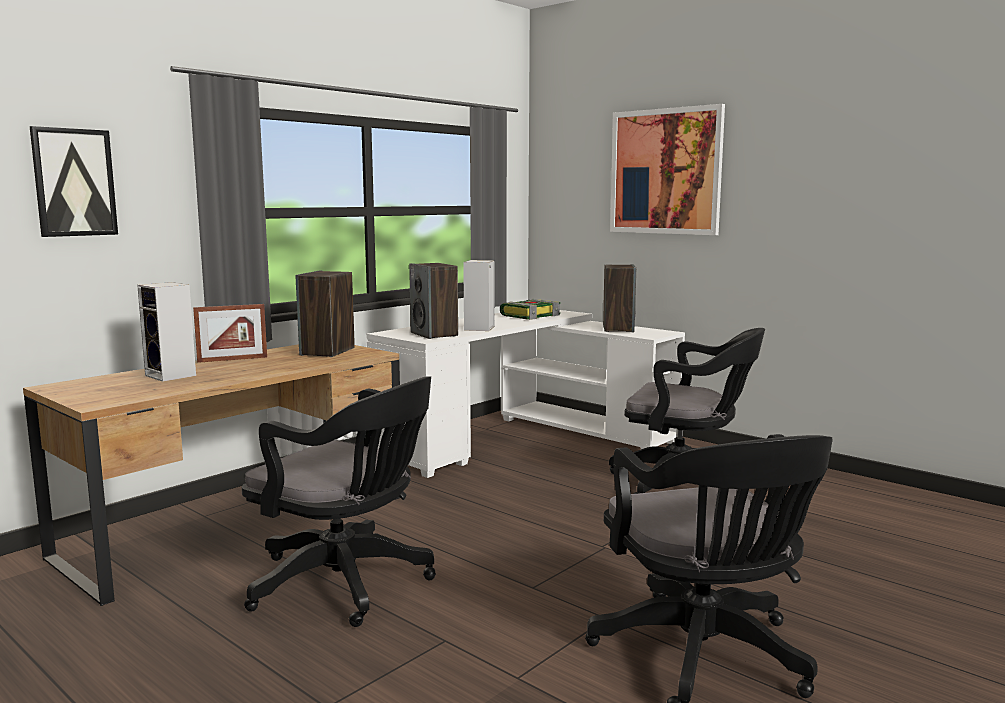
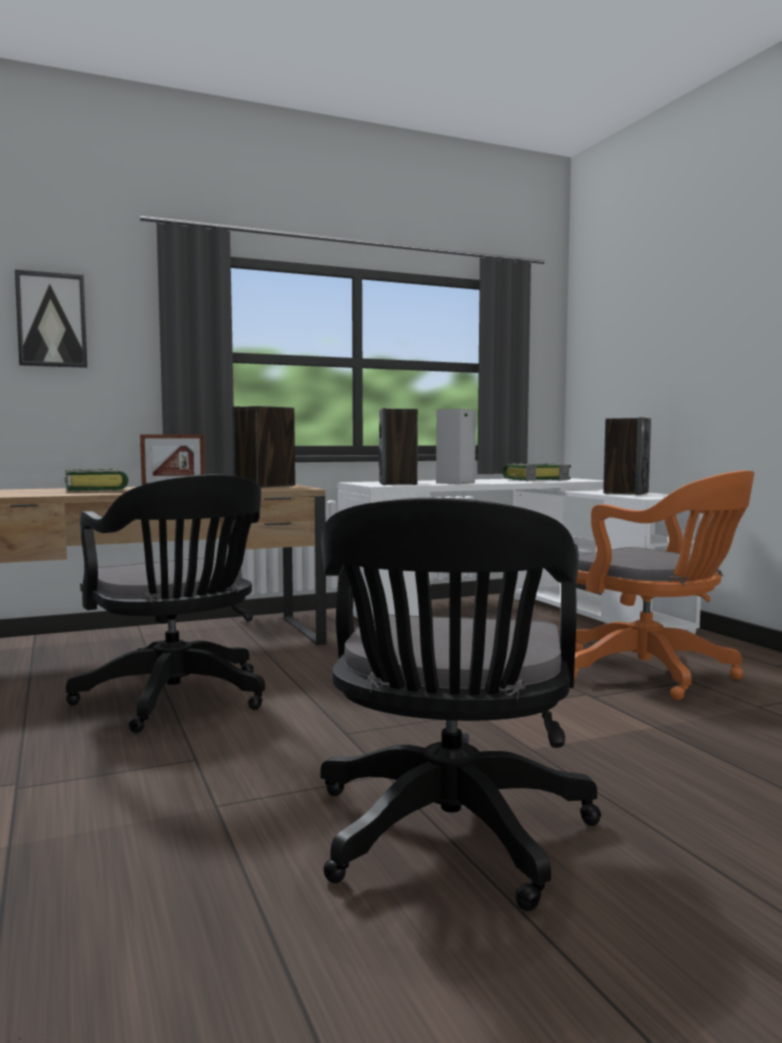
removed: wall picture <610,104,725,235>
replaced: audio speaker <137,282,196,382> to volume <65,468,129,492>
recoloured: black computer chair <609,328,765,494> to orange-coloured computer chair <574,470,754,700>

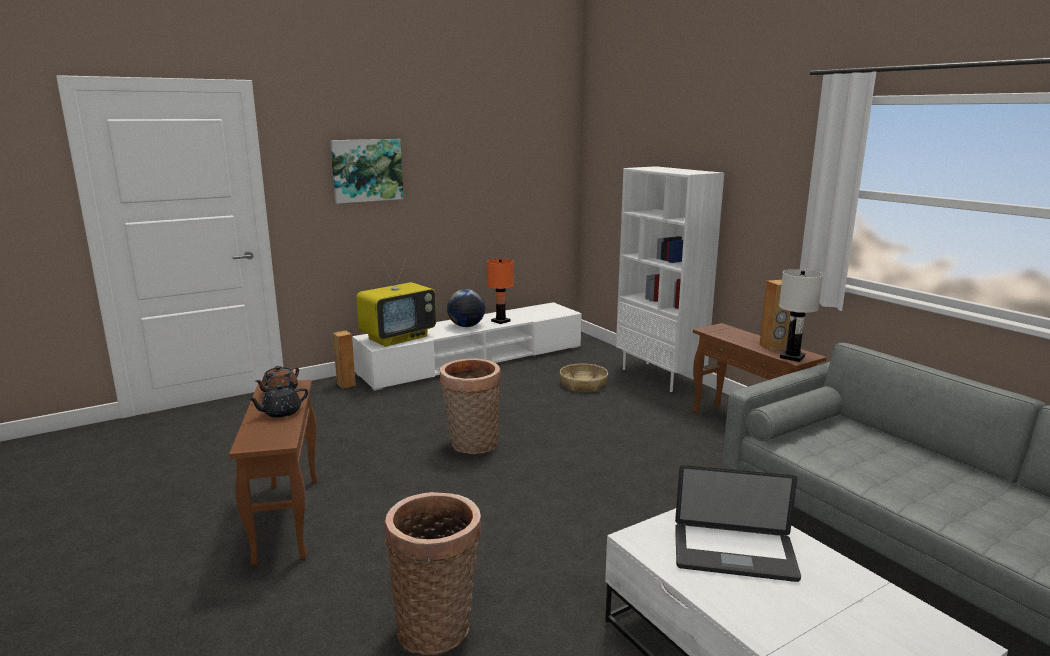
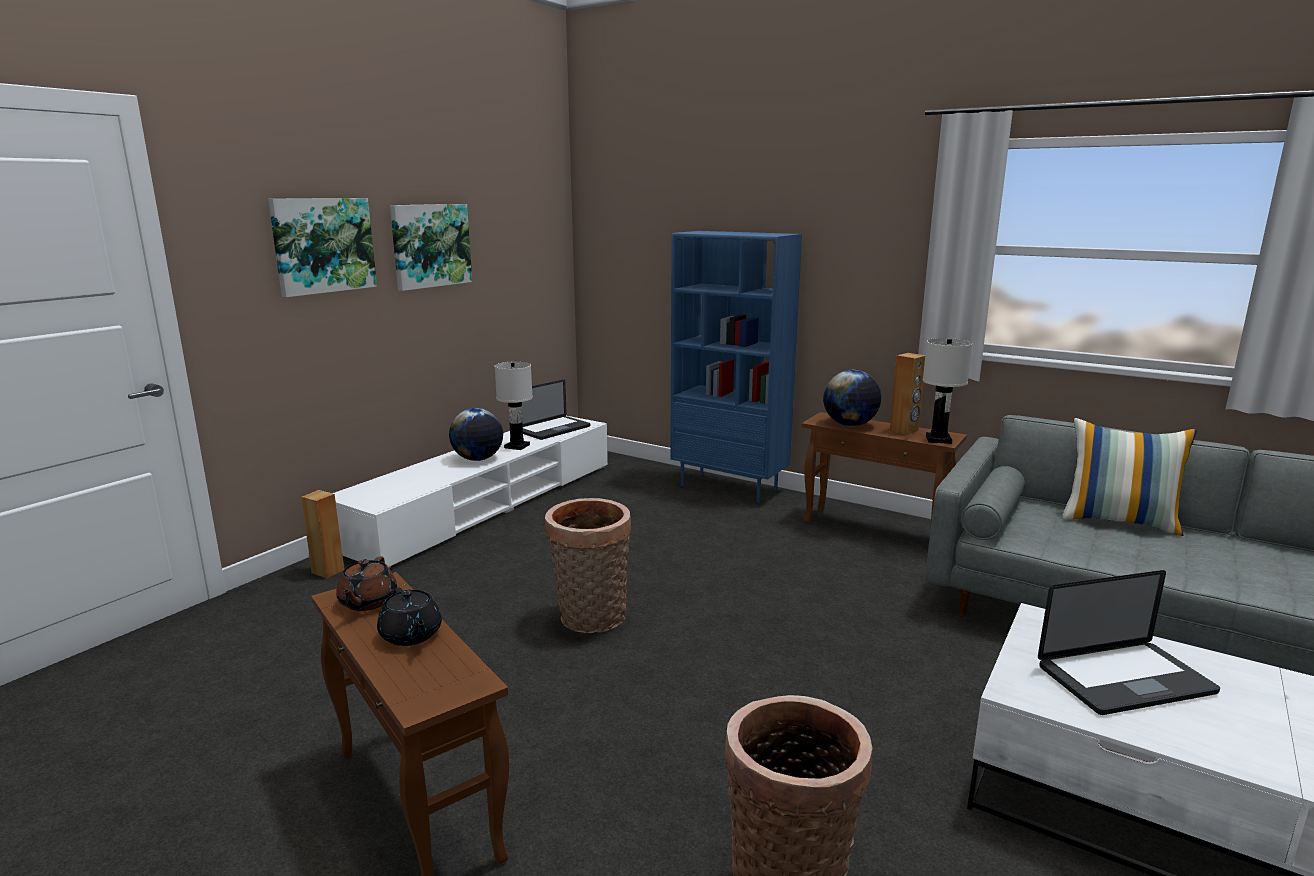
removed: TV <356,258,436,347>; basket <560,363,608,392>
added: wall picture <390,204,472,291>; laptop <522,380,590,440>; desk globe <823,370,881,426>; pillow <1062,418,1197,536>
recoloured: orange-coloured table lamp <487,258,514,324> to white table lamp <494,361,533,450>; white bookshelf <616,166,724,392> to blue-coloured bookshelf <670,231,802,503>
turned: black pot for tea <247,385,308,418> = <377,587,442,646> 60 degrees counterclockwise

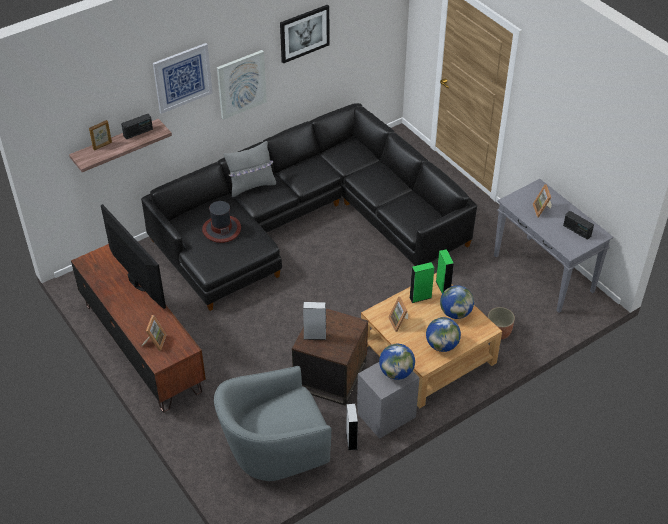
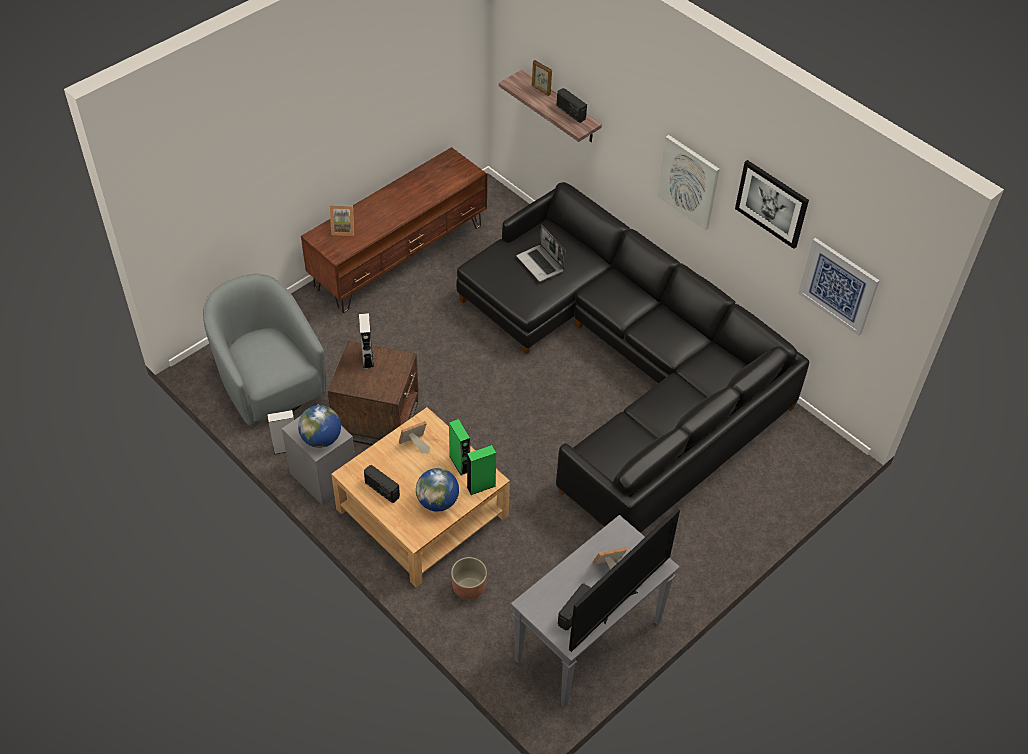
removed: grey pillow <224,141,276,197>
moved: TV <101,204,166,309> to <569,508,680,652>; wall picture <153,43,212,114> to <798,238,880,336>
replaced: clothing hat <202,201,241,243> to laptop <516,225,566,282>; desk globe <426,317,461,352> to radio receiver <364,465,400,503>

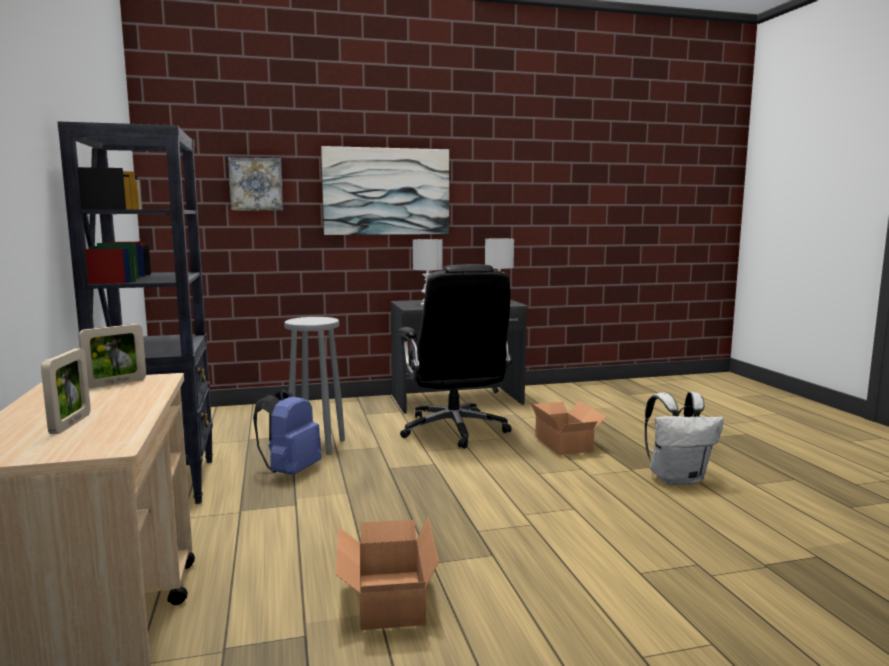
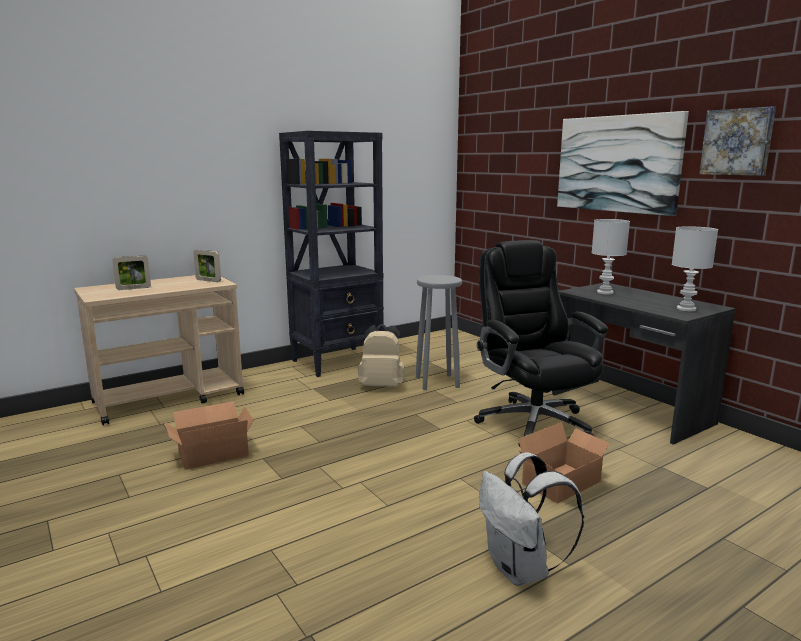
moved: wall picture <228,157,283,210> to <699,106,776,176>
recoloured: blue-coloured backpack <253,390,322,475> to beige-coloured backpack <358,324,404,387>
turned: black computer chair <398,264,512,449> = <474,240,608,447> 105 degrees clockwise

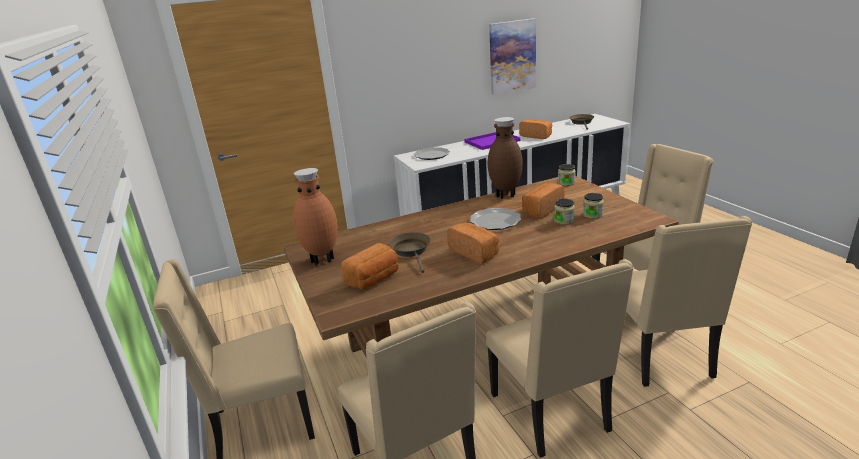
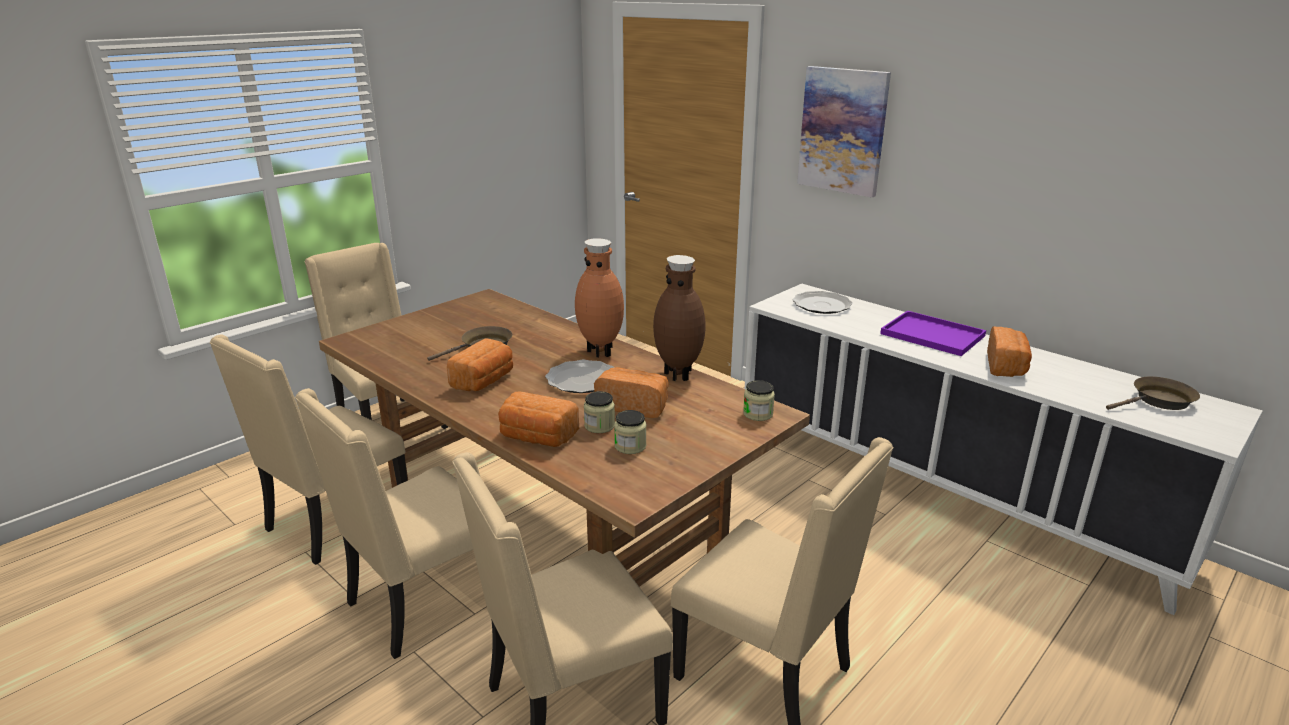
moved: brown-coloured flower vase <293,168,338,265> to <575,238,624,358>; bread <341,243,399,289> to <498,392,579,447>; wall picture <489,18,536,95> to <797,66,891,197>

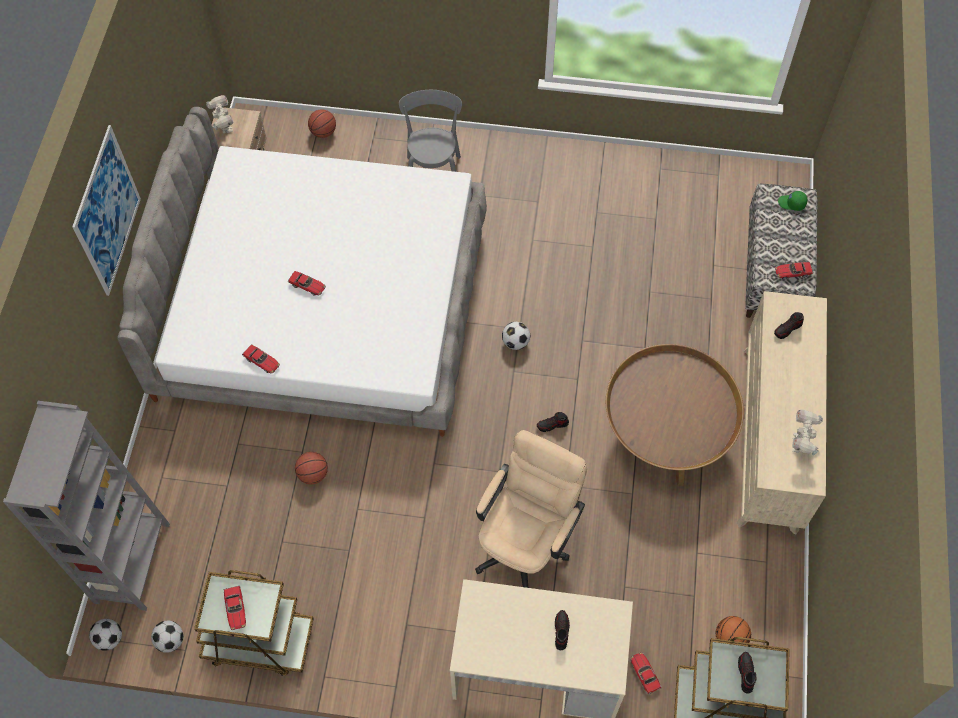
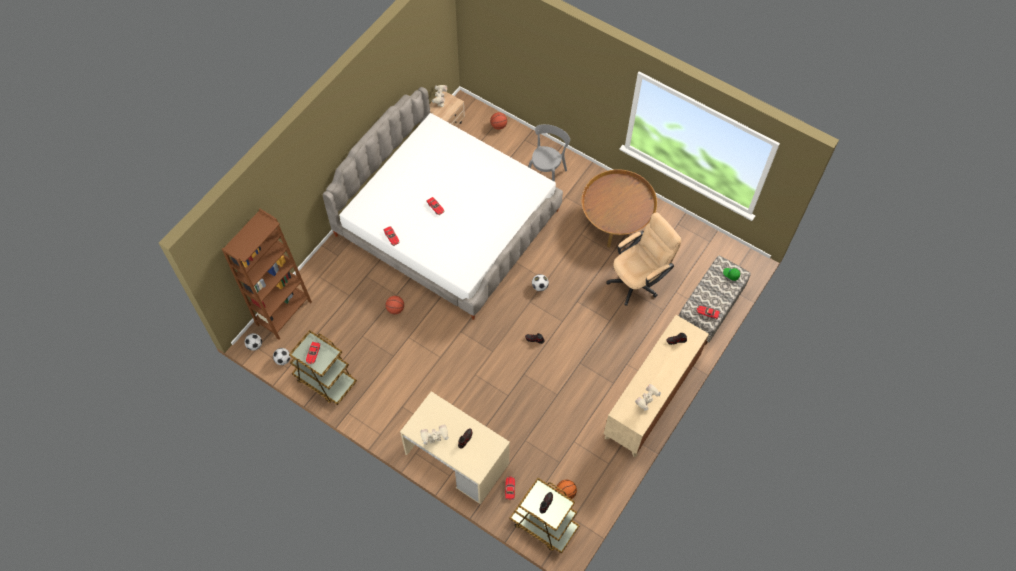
removed: wall picture <72,125,141,296>
added: model robot <421,425,449,445>
moved: beige-coloured computer chair <475,430,587,588> to <607,212,682,306>; brown-coloured lounge table <606,344,744,486> to <581,169,657,247>
recoloured: grey bookshelf <3,401,170,611> to brown-coloured bookshelf <222,209,312,340>

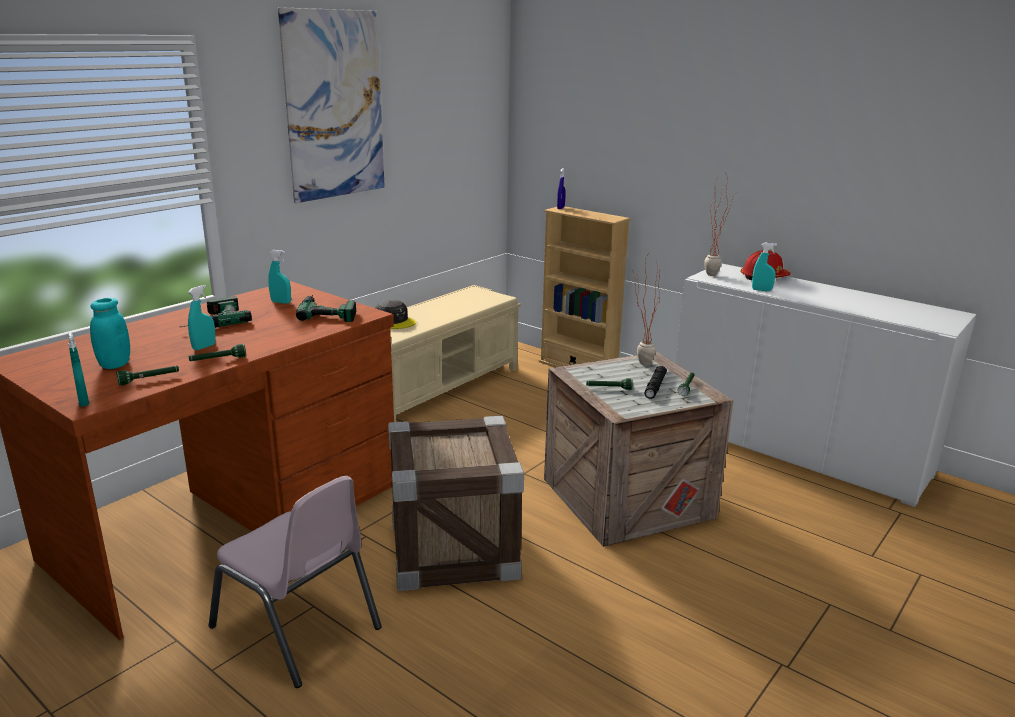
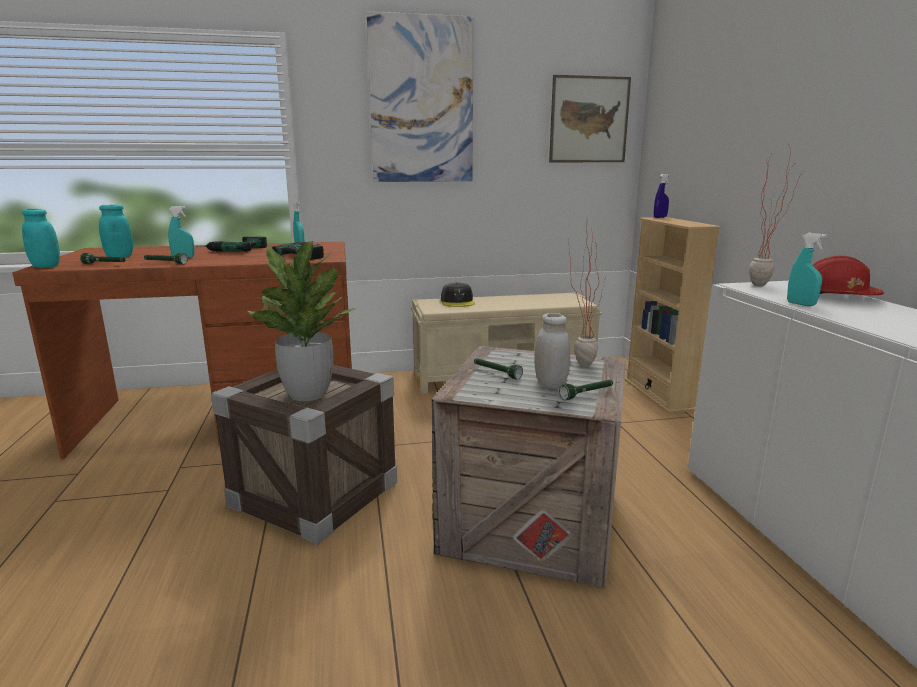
removed: pink-coloured upright chair <209,476,382,688>
added: plant in a pot <247,241,355,401>; wall picture <549,75,631,162>
replaced: turquoise-coloured sprayer <68,332,89,407> to turquoise-coloured jar <22,209,60,268>; black flashlight <644,366,667,399> to white jar <535,313,570,389>

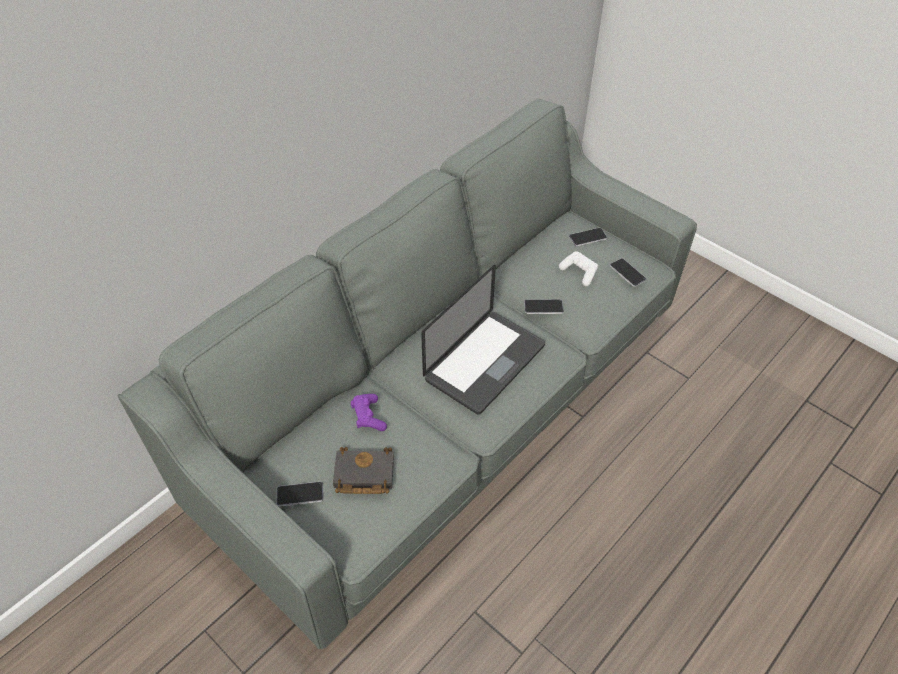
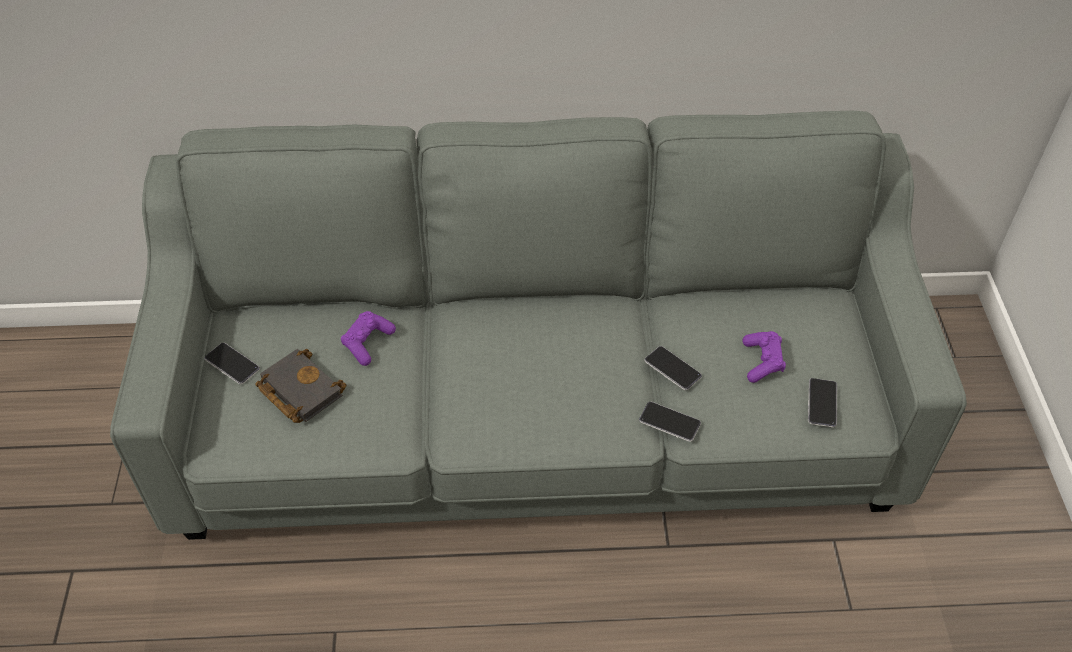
removed: laptop <421,265,545,414>
moved: telephone <569,228,607,247> to <639,401,701,442>
recoloured: white joypad <559,251,598,286> to purple joypad <742,331,786,383>

